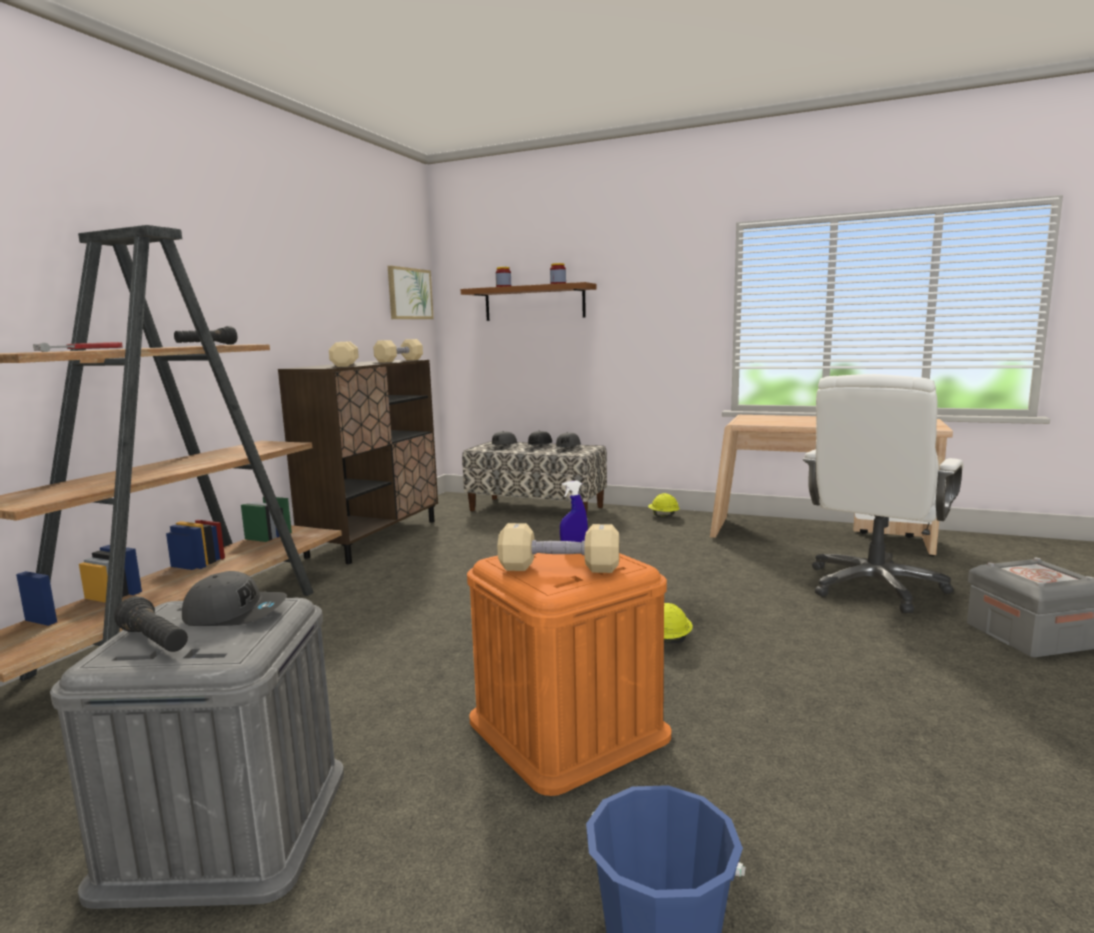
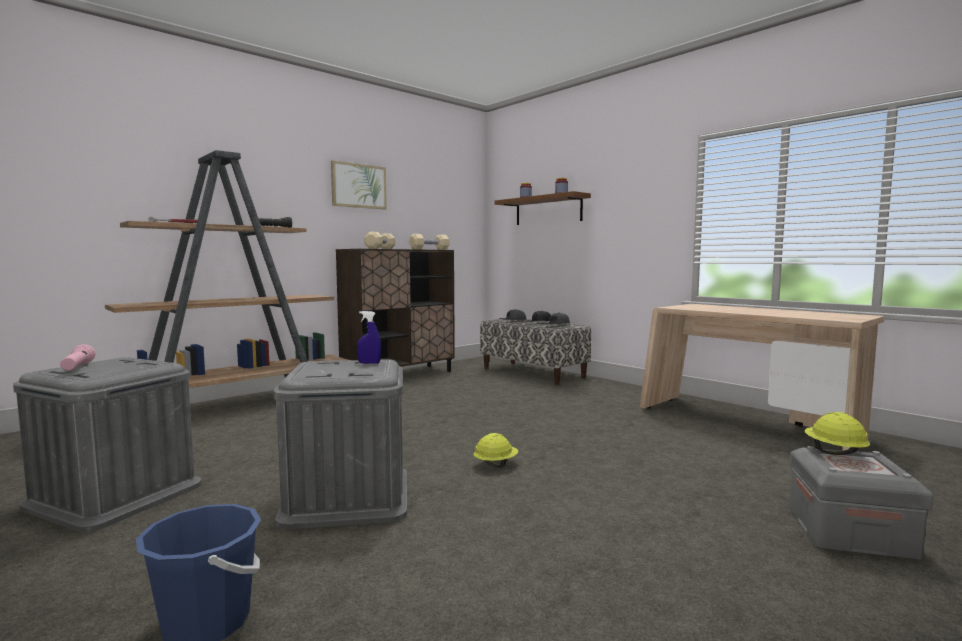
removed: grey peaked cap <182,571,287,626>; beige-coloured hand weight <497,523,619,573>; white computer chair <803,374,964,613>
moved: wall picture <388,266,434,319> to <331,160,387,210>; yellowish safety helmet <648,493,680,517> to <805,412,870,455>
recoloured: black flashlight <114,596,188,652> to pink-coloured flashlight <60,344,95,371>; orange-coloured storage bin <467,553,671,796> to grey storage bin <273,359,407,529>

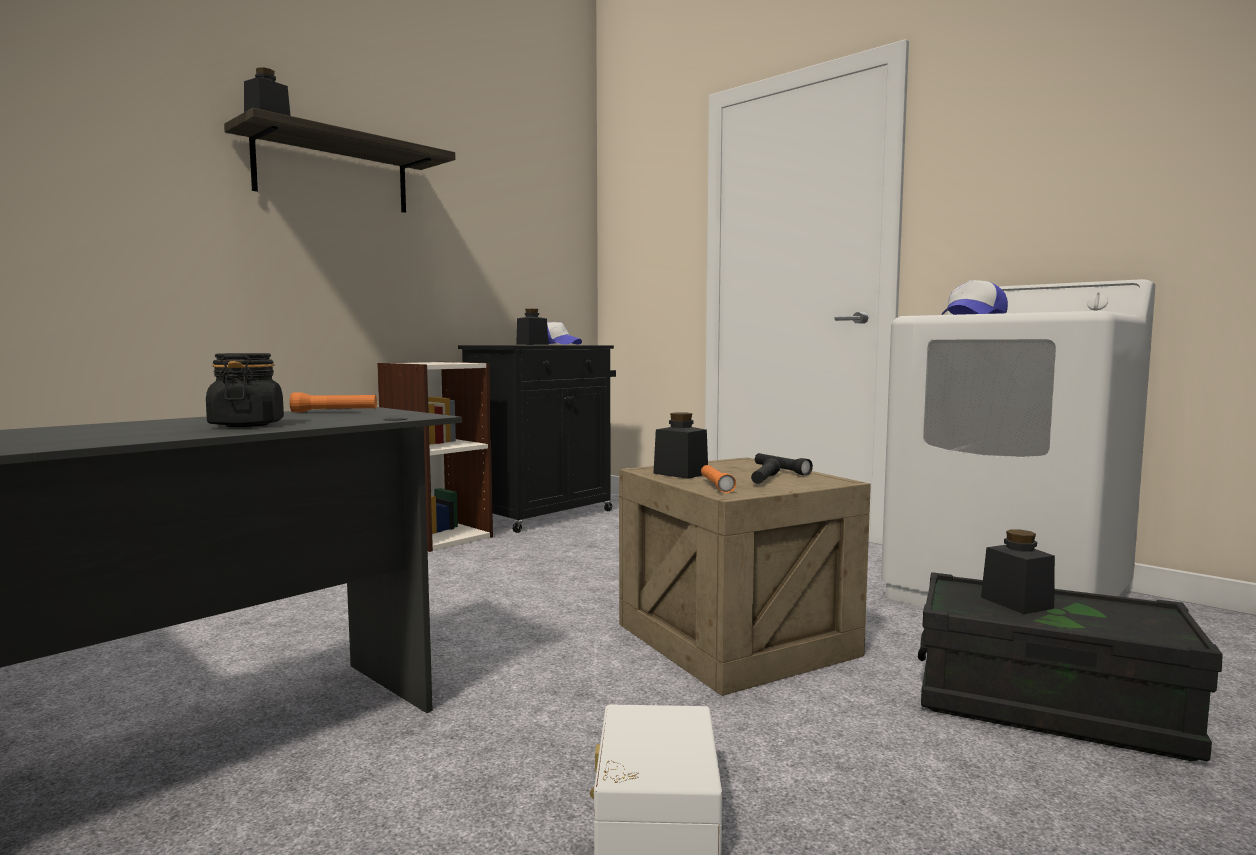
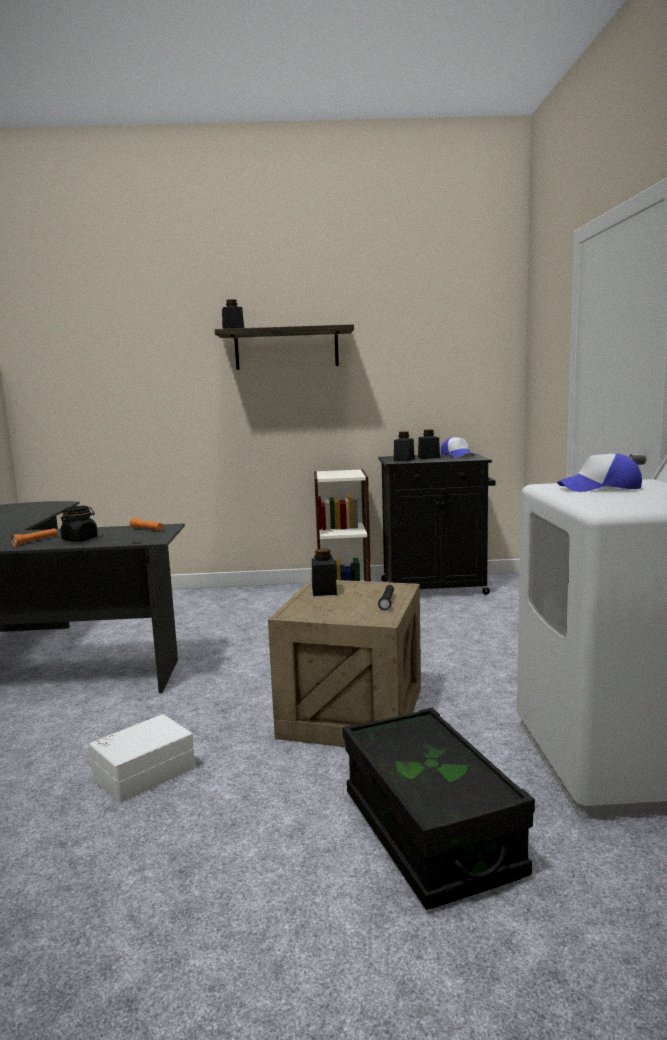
removed: black flashlight <751,458,780,484>
moved: orange-coloured flashlight <701,465,736,493> to <11,528,57,546>; black jar <981,529,1055,614> to <394,431,415,461>

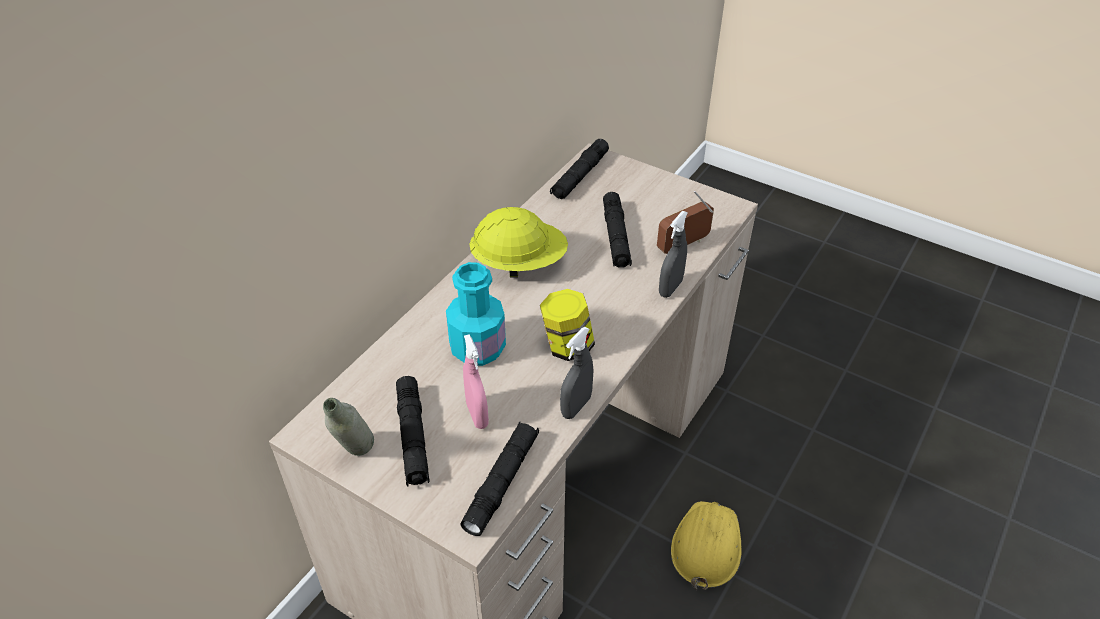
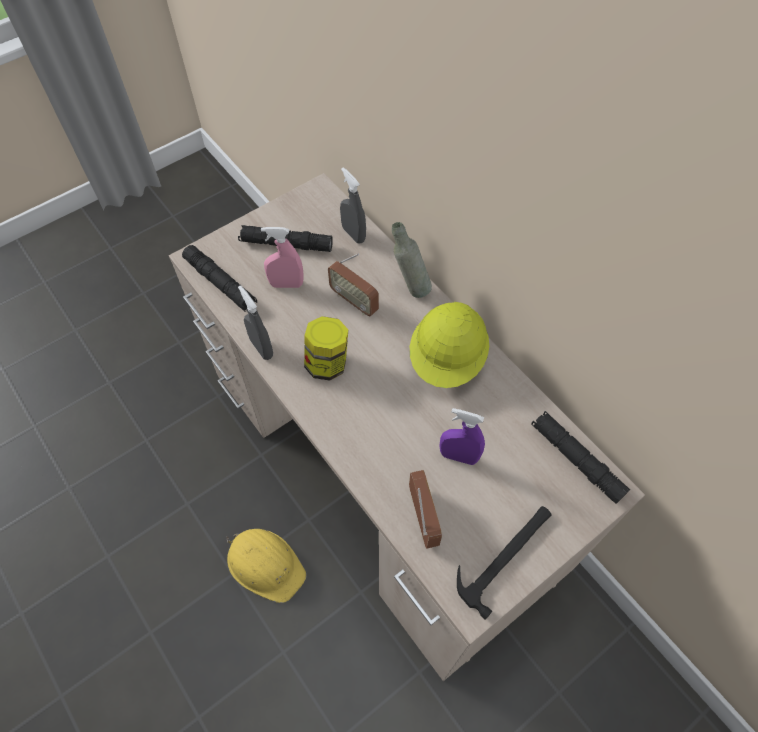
added: hammer <457,506,551,620>
moved: grey drink bottle <323,398,374,456> to <392,222,432,298>; grey sprayer <659,211,688,298> to <340,167,366,244>
replaced: turquoise-coloured drink bottle <446,262,506,366> to radio receiver <328,254,379,317>; black flashlight <603,192,632,268> to purple sprayer <440,408,485,465>

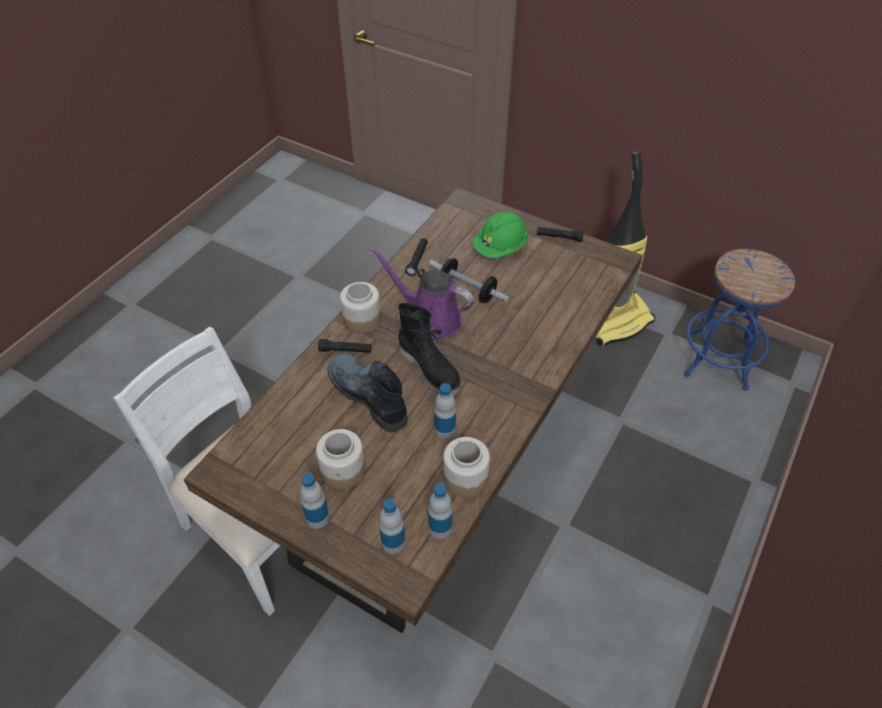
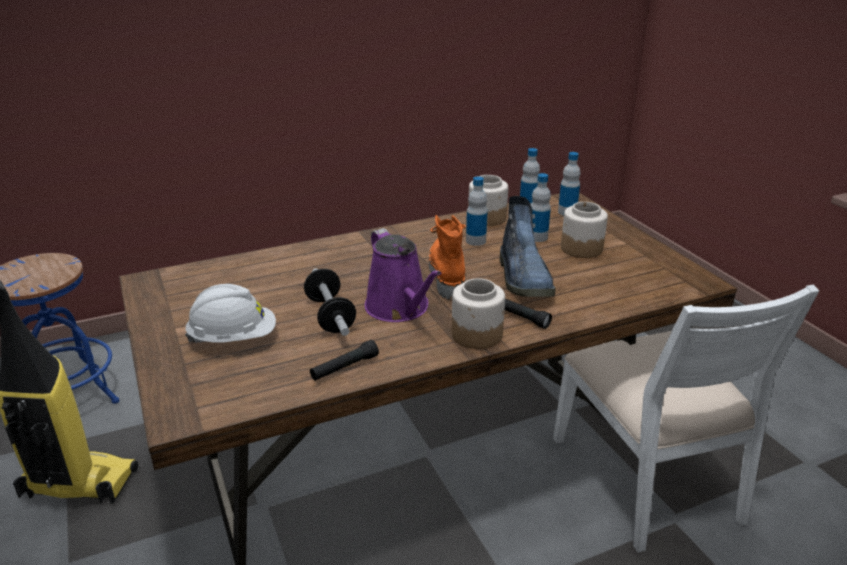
removed: black flashlight <537,227,584,242>
moved: drink bottle <300,473,329,529> to <531,173,551,242>
recoloured: black boot <398,303,461,396> to orange-coloured boot <429,215,467,299>; green-coloured safety helmet <473,211,528,258> to white safety helmet <185,284,276,344>

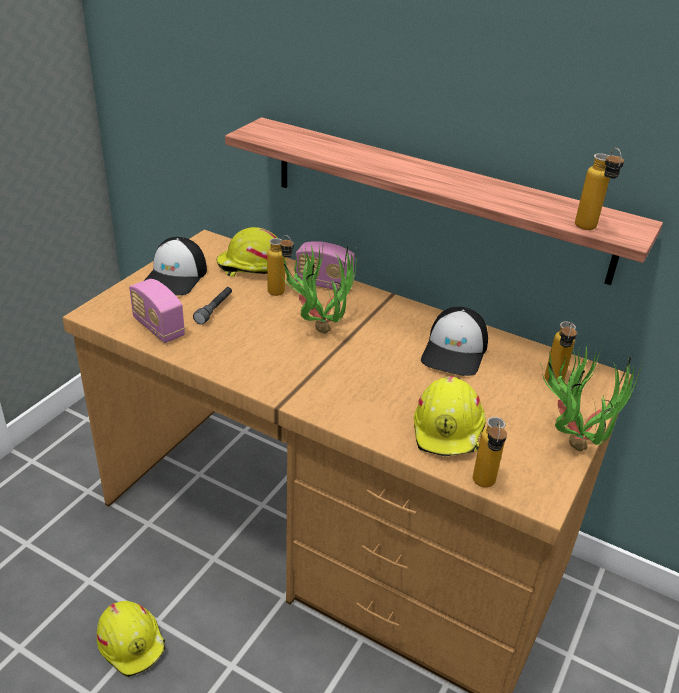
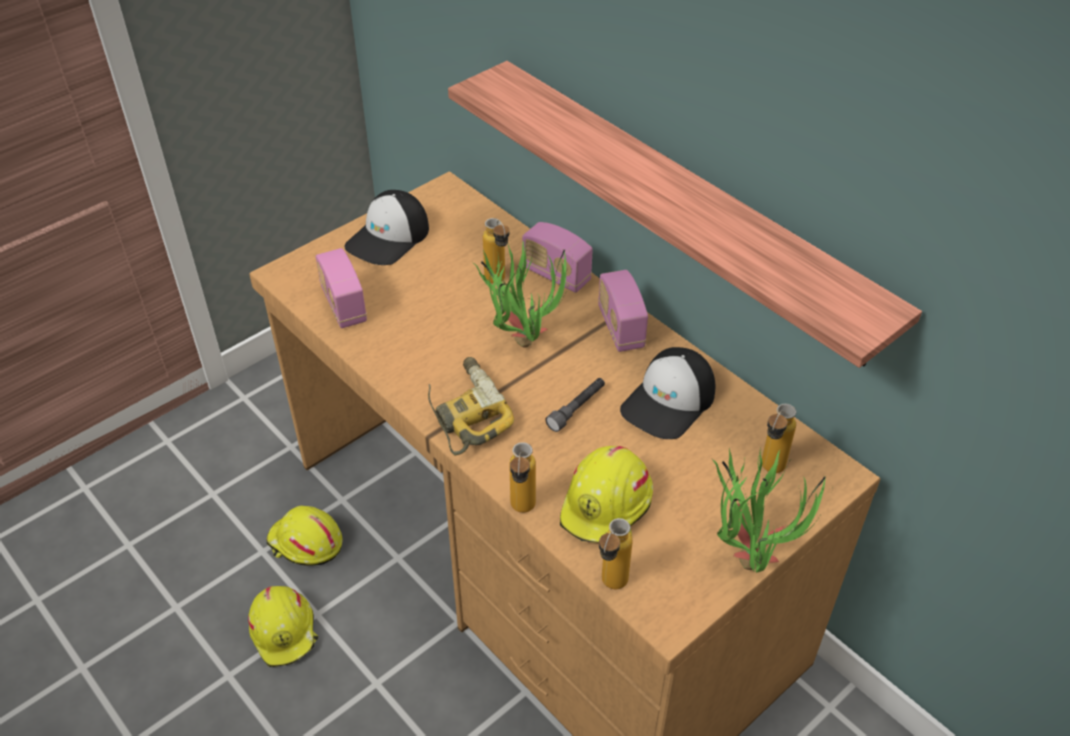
added: drill <428,357,514,455>; radio receiver <598,270,648,352>
moved: grey flashlight <193,287,232,325> to <545,378,605,432>; yellowish safety helmet <216,227,286,277> to <266,506,342,566>; drink bottle <575,148,624,230> to <509,442,536,513>

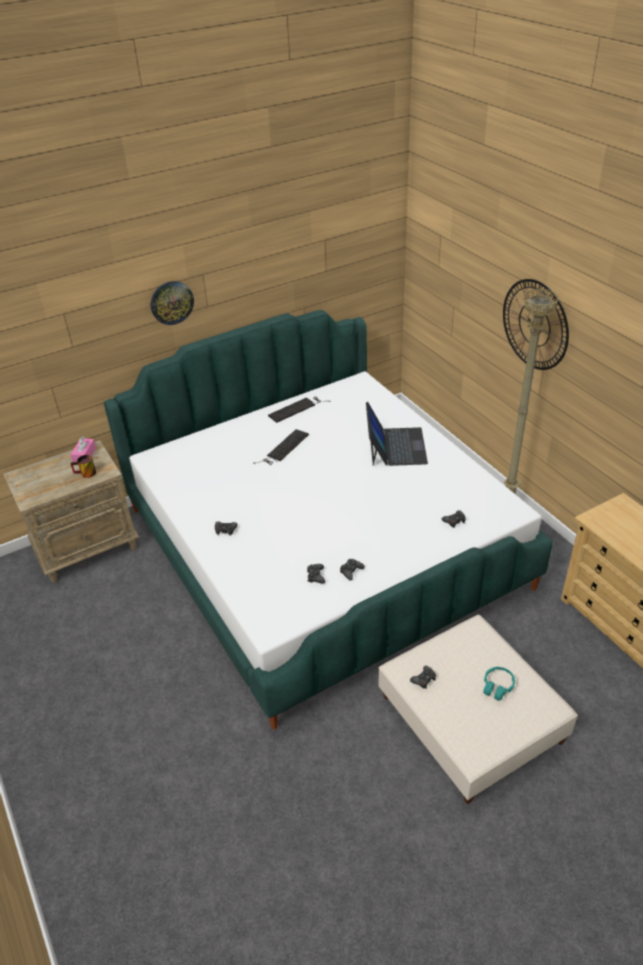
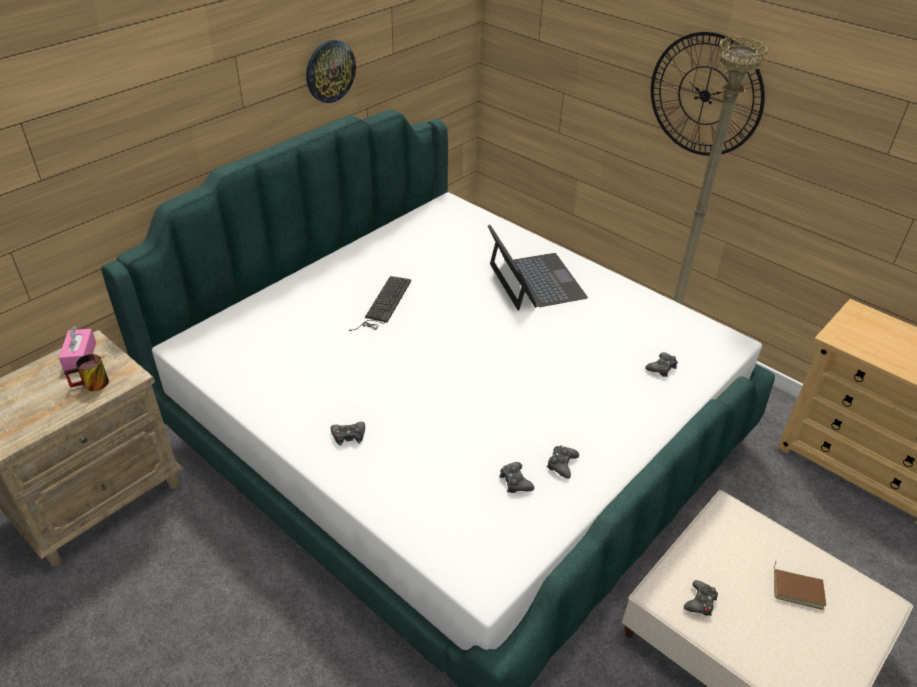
removed: PC keyboard <268,397,330,423>
moved: wall clock <150,281,194,325> to <306,40,356,103>
replaced: turquoise-coloured headphones <483,667,515,701> to brown-coloured volume <774,561,826,610>

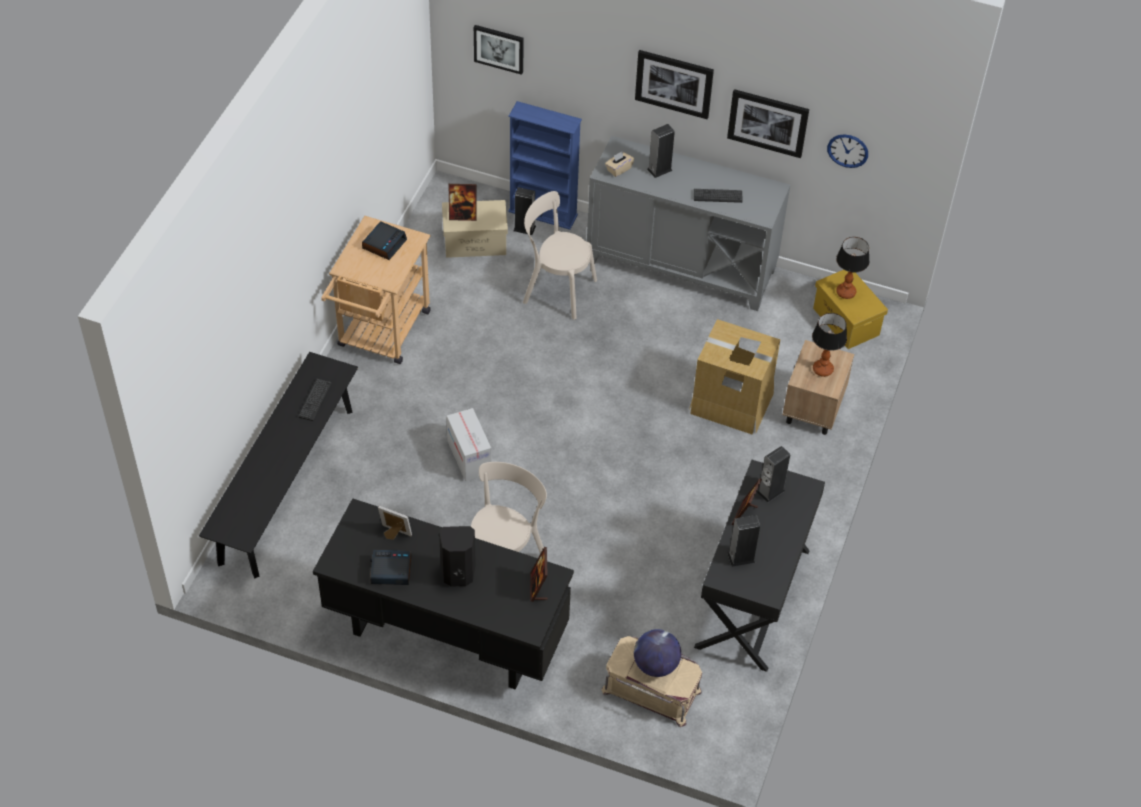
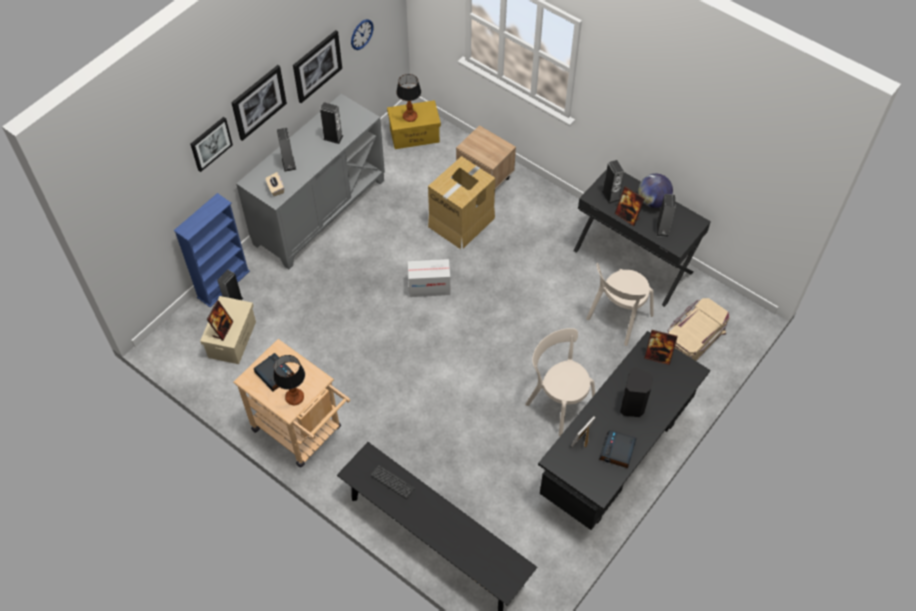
moved: carton <447,408,491,481> to <408,259,450,297>; wall picture <474,25,524,75> to <191,117,233,172>; beige-coloured upright chair <523,191,597,320> to <586,263,654,346>; desk globe <634,629,681,677> to <638,174,673,208>; table lamp <812,313,847,377> to <273,355,305,405>
replaced: PC keyboard <694,189,743,203> to audio speaker <320,102,343,144>

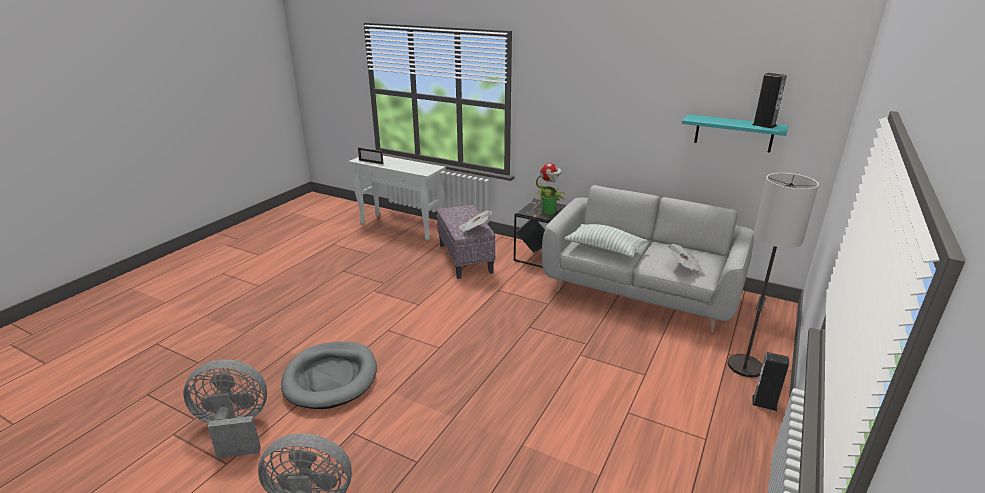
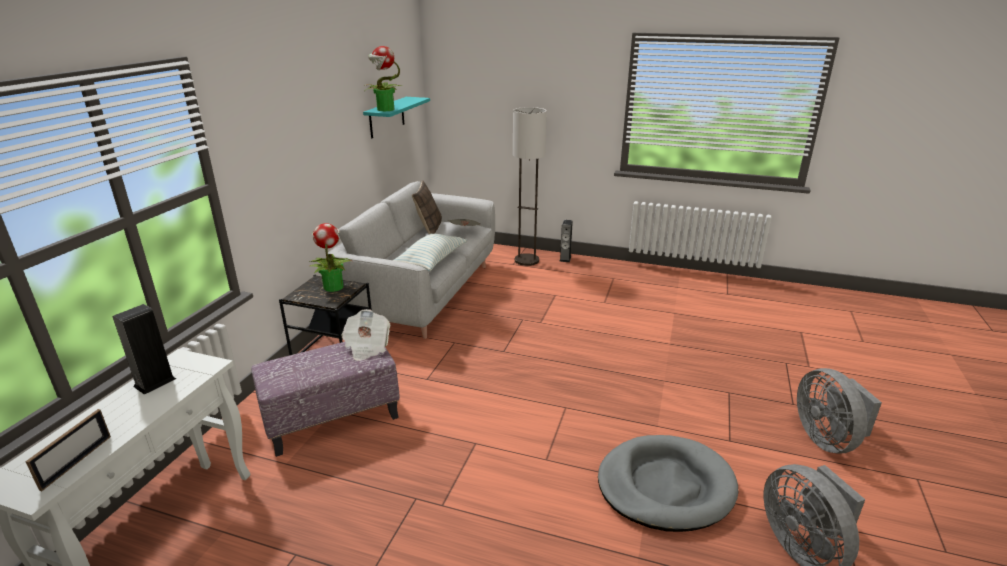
added: plant in a pot <366,46,402,111>; pillow <412,180,442,235>
moved: audio speaker <752,73,787,128> to <113,304,176,395>

